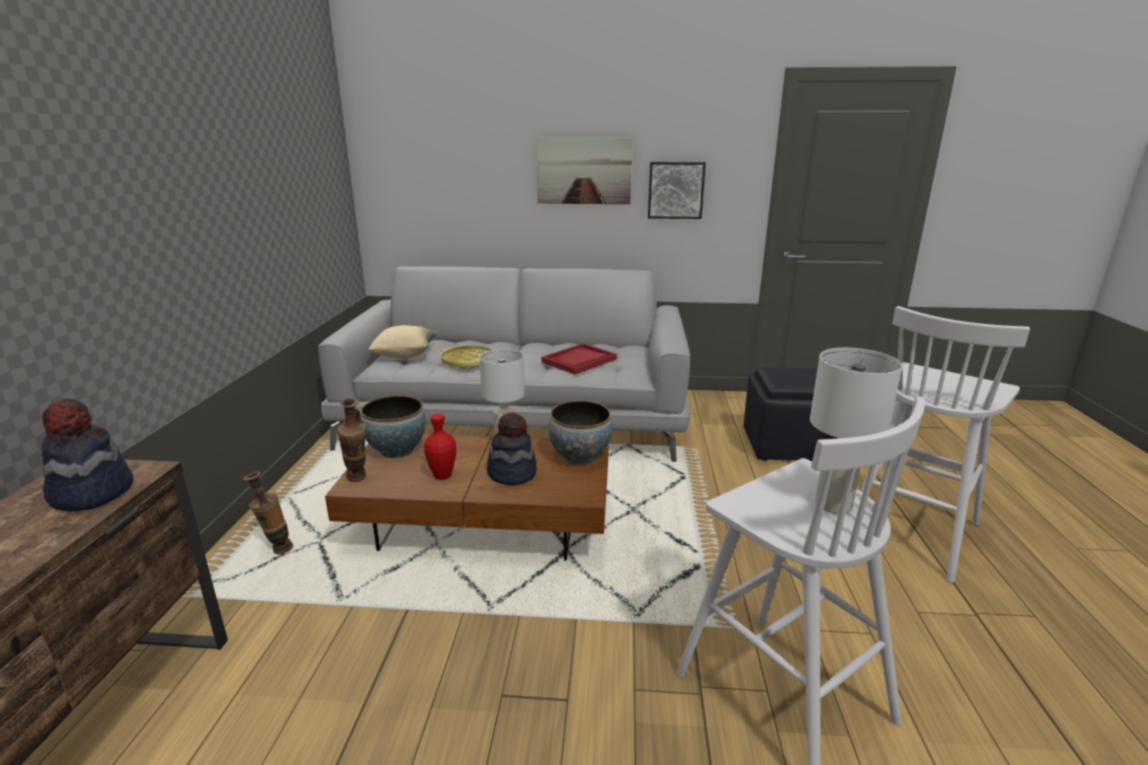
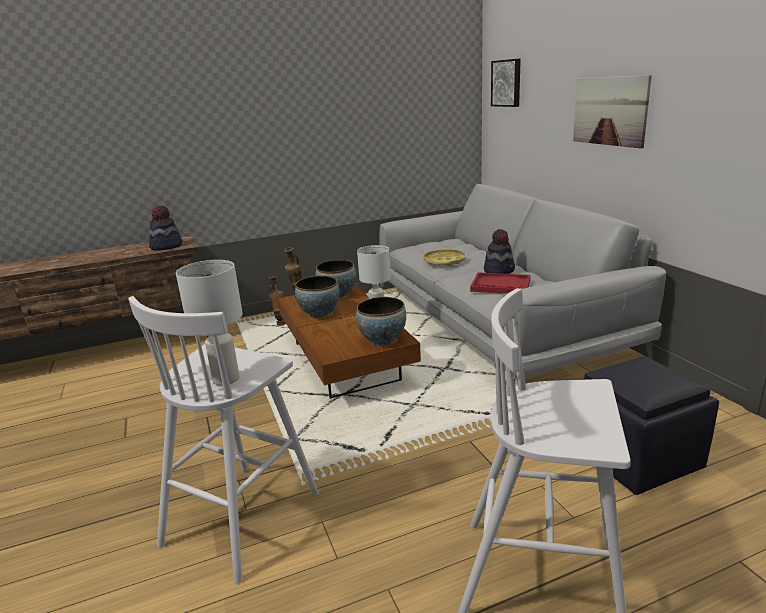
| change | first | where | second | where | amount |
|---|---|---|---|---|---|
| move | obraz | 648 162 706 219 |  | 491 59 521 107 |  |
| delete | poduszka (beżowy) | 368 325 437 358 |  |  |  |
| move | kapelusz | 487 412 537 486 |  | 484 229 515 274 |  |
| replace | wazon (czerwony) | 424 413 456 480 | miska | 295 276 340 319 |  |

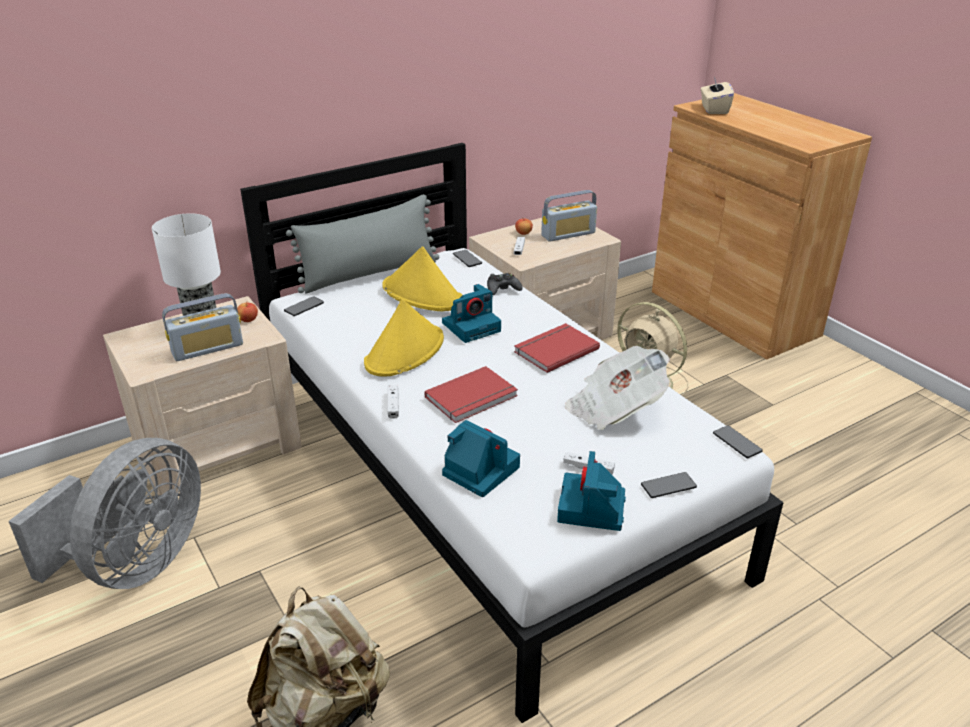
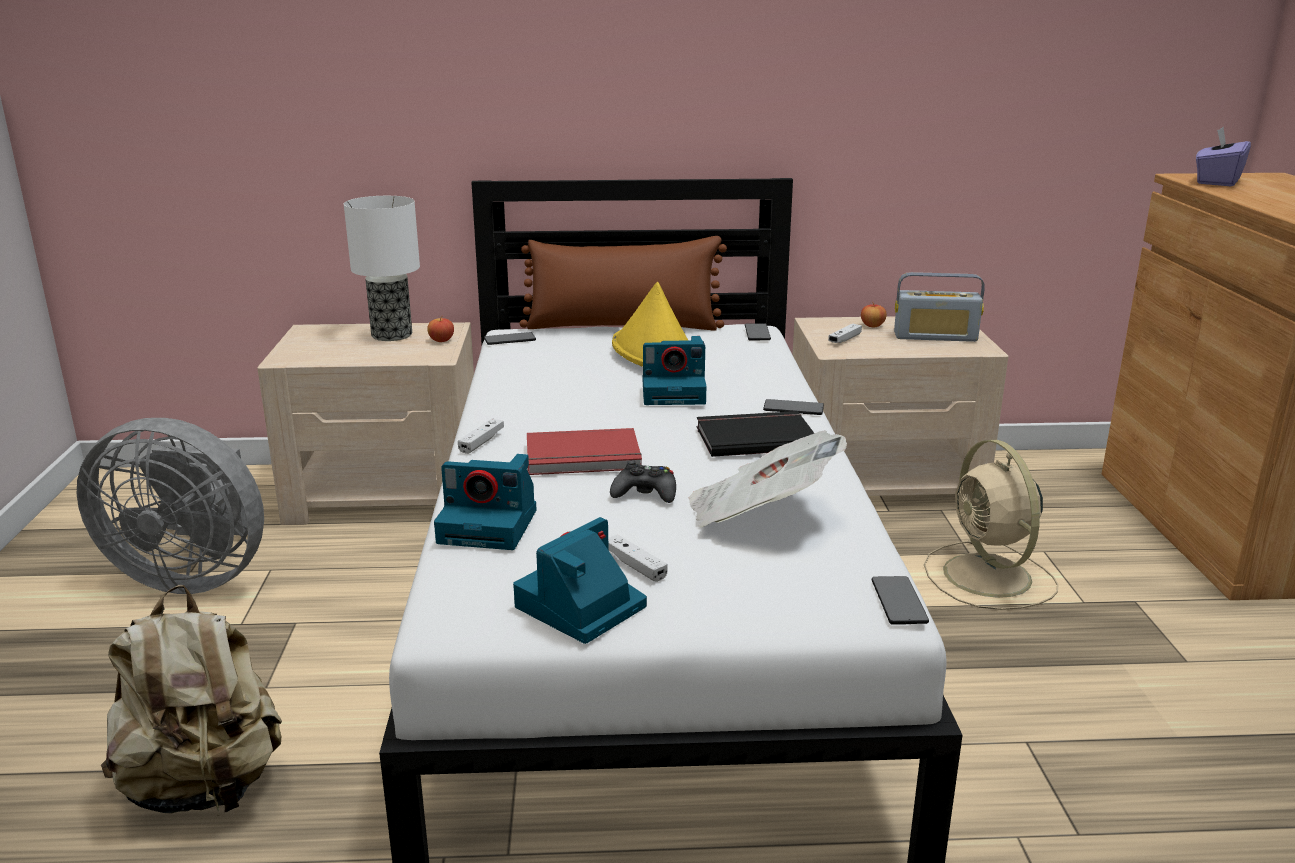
| change | first | where | second | where | amount |
|---|---|---|---|---|---|
| recolor | pudełko chusteczek (beżowy) | 701 77 734 114 | pudełko chusteczek (fioletowy) | 1196 127 1251 186 |  |
| recolor | poduszka (szary) | 286 194 439 293 | poduszka (brązowy) | 520 236 727 331 |  |
| move | pad do gier (czarny) | 487 273 522 295 |  | 610 460 676 503 |  |
| delete | radio | 162 293 243 361 |  |  |  |
| delete | kapelusz (żółty) | 364 299 444 376 |  |  |  |
| recolor | książka (czerwony) | 514 323 600 373 | książka (czarny) | 697 411 814 457 |  |
| rotate | aparat fotograficzny | 442 420 520 497 |  | 434 454 536 550 | 120 degrees clockwise |
| rotate | wentylator (szary) | 8 438 201 589 |  | 77 418 264 594 | 45 degrees clockwise |
| move | telefon | 641 472 697 498 |  | 763 399 824 415 |  |

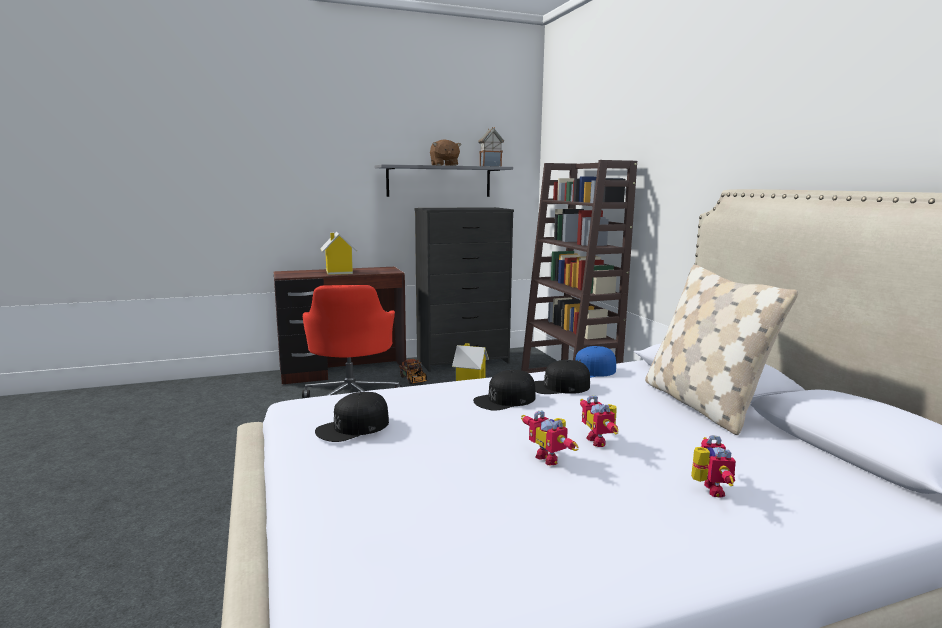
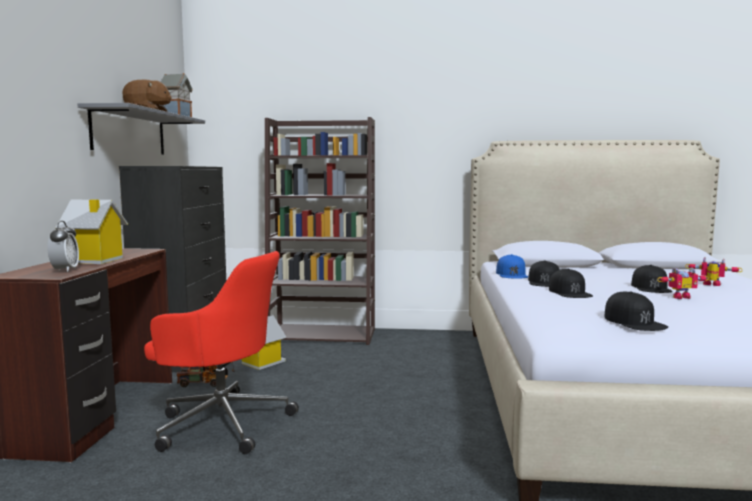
| change | first | where | second | where | amount |
|---|---|---|---|---|---|
| delete | poduszka (beżowy) | 645 265 798 435 |  |  |  |
| replace | robot zabawkowy | 580 395 618 447 | czapka z daszkiem (czarny) | 631 265 672 293 |  |
| insert |  |  | budzik | 47 221 79 272 |  |

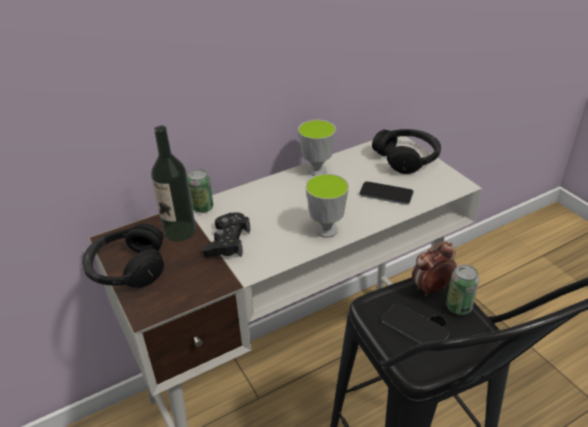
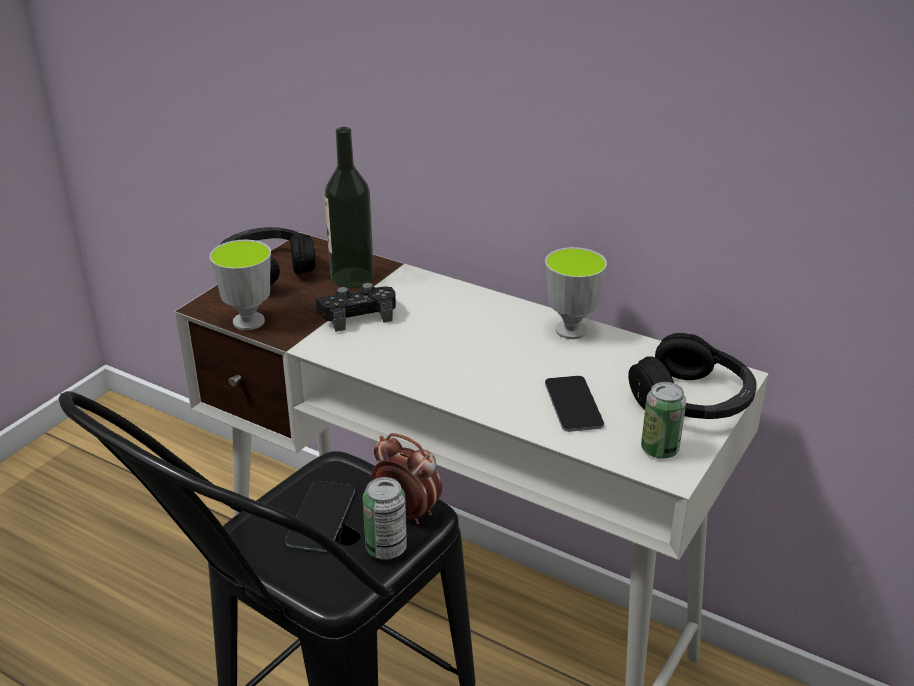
| change | first | where | second | where | amount |
|---|---|---|---|---|---|
| move | puszka | 188 169 214 213 |  | 641 382 686 459 |  |
| move | filiżanka | 305 173 349 238 |  | 209 240 271 330 |  |

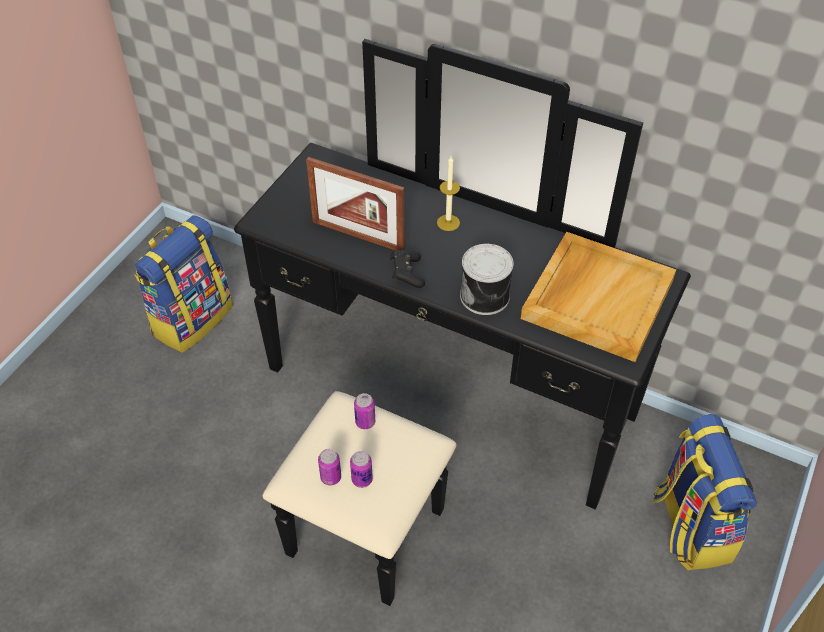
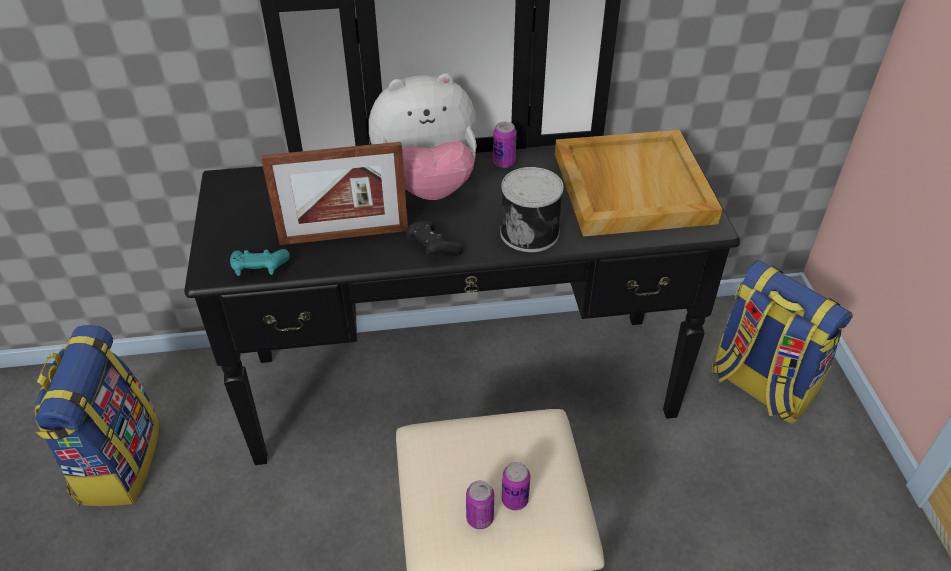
| change | first | where | second | where | amount |
|---|---|---|---|---|---|
| replace | świeca | 437 156 460 231 | pluszak | 369 73 477 200 |  |
| move | puszka | 354 393 375 429 |  | 493 122 517 168 |  |
| insert |  |  | pad do gier (turkusowy) | 230 249 290 276 |  |

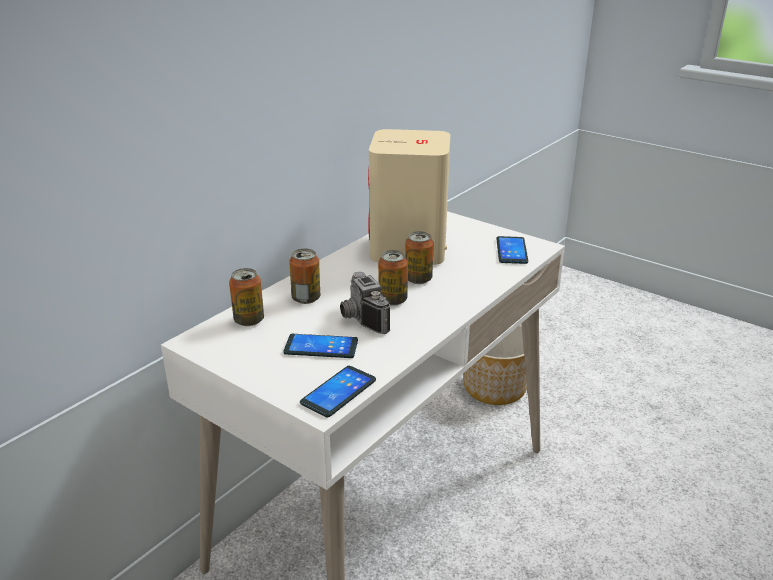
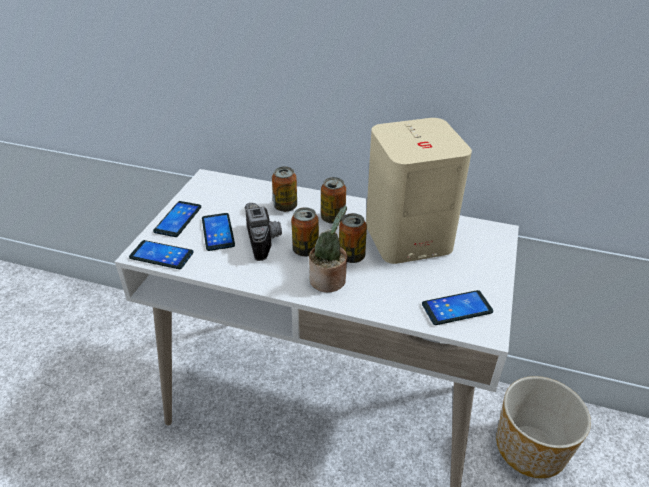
| change | first | where | second | where | amount |
|---|---|---|---|---|---|
| move | puszka | 229 268 264 326 |  | 321 177 346 224 |  |
| rotate | aparat fotograficzny | 340 272 390 334 |  | 245 203 282 261 | 120 degrees clockwise |
| insert |  |  | telefon | 153 201 201 237 |  |
| insert |  |  | roślina doniczkowa | 309 206 348 292 |  |

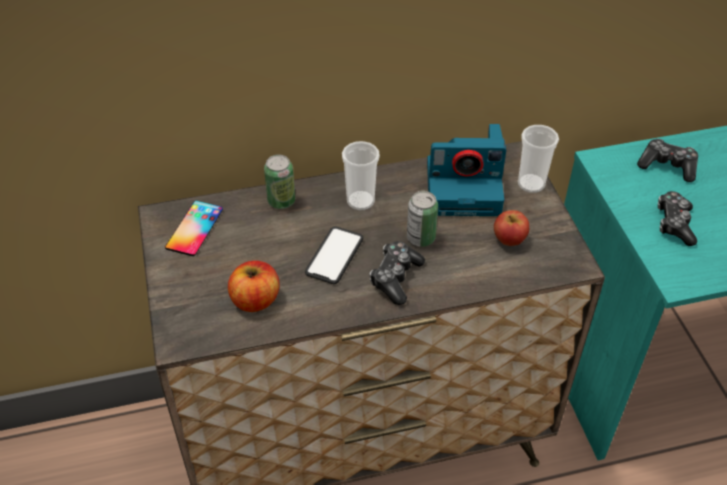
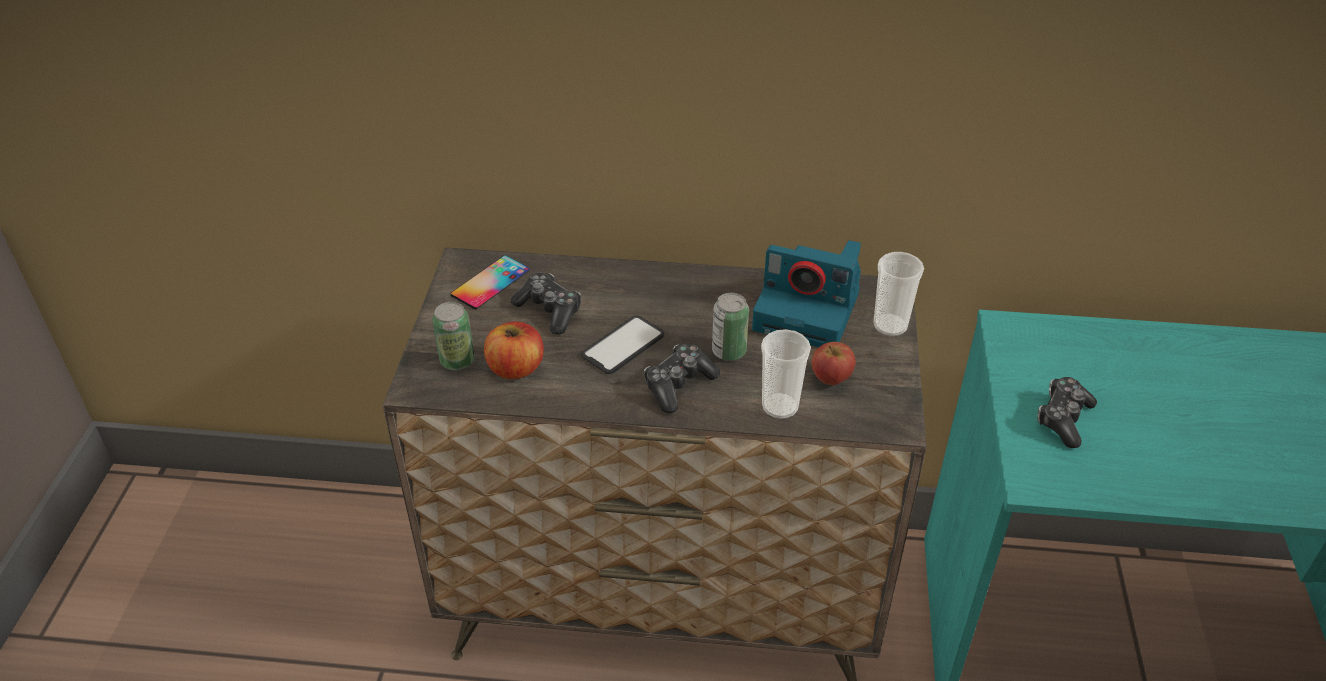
| change | first | where | second | where | amount |
|---|---|---|---|---|---|
| move | pad do gier | 637 138 698 182 |  | 511 273 581 334 |  |
| move | filiżanka | 342 141 380 210 |  | 761 329 811 419 |  |
| move | puszka | 264 154 295 209 |  | 432 302 475 370 |  |

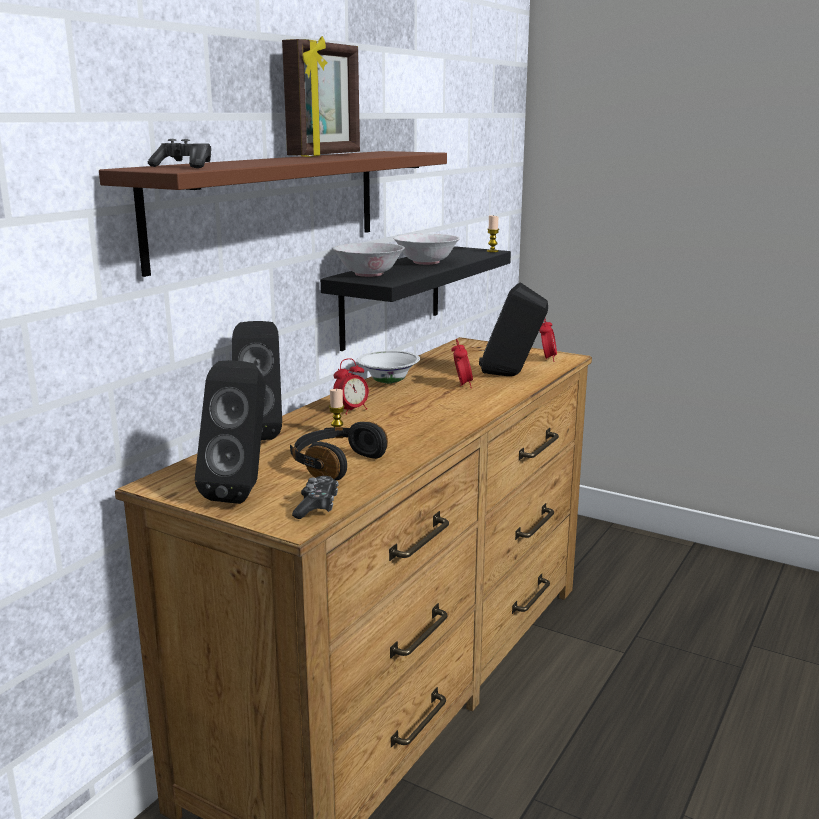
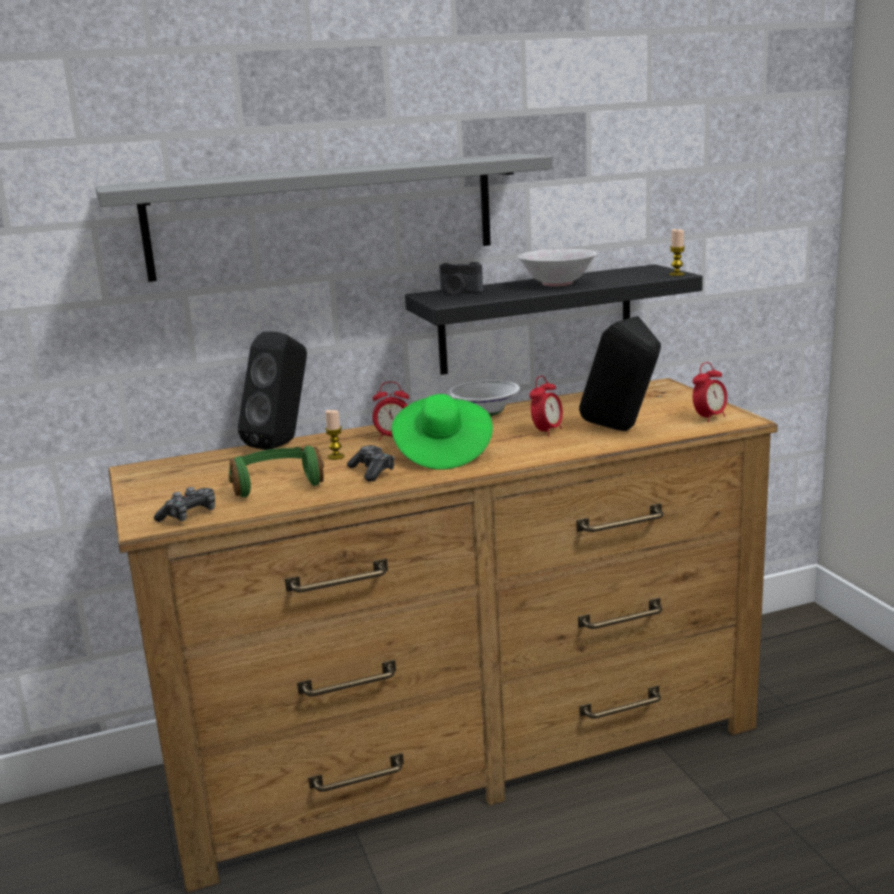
| change | first | where | second | where | amount |
|---|---|---|---|---|---|
| delete | ramka na zdjęcie | 282 36 360 157 |  |  |  |
| move | pad do gier | 148 139 211 168 |  | 347 445 395 481 |  |
| recolor | półka (brązowy) | 99 151 447 277 | półka (szary) | 95 153 553 282 |  |
| replace | miska (biały) | 333 243 405 277 | aparat fotograficzny | 439 262 483 295 |  |
| delete | głośnik (czarny) | 195 360 266 504 |  |  |  |
| recolor | słuchawki (czarny) | 290 422 388 480 | słuchawki (zielony) | 229 446 324 497 |  |
| insert |  |  | kapelusz (zielony) | 392 394 493 470 |  |

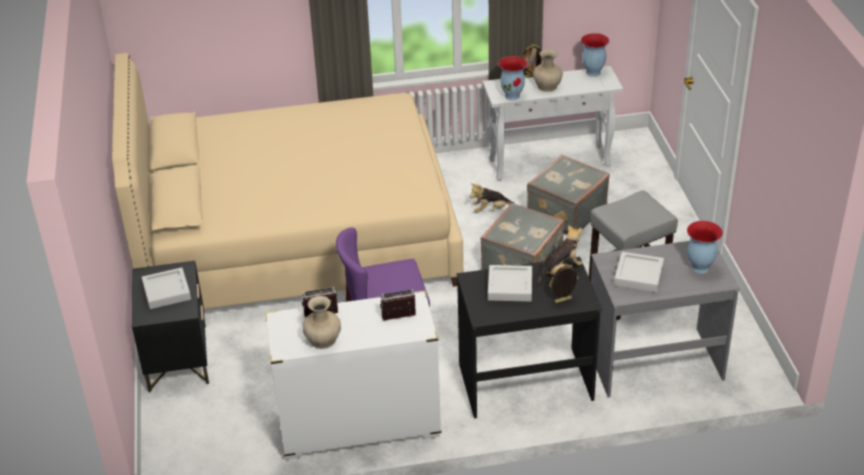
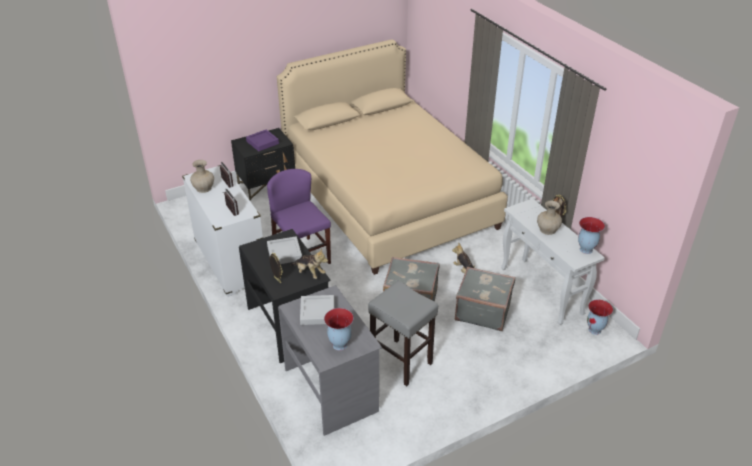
| change | first | where | second | where | amount |
|---|---|---|---|---|---|
| move | wazon | 498 56 528 100 |  | 587 300 613 335 |  |
| recolor | taca (szary) | 142 267 191 309 | taca (fioletowy) | 246 129 279 151 |  |

